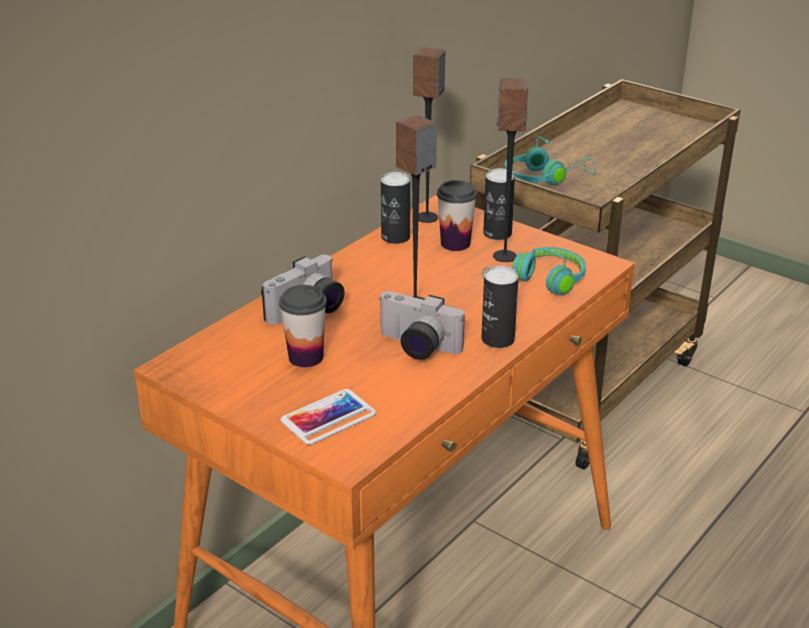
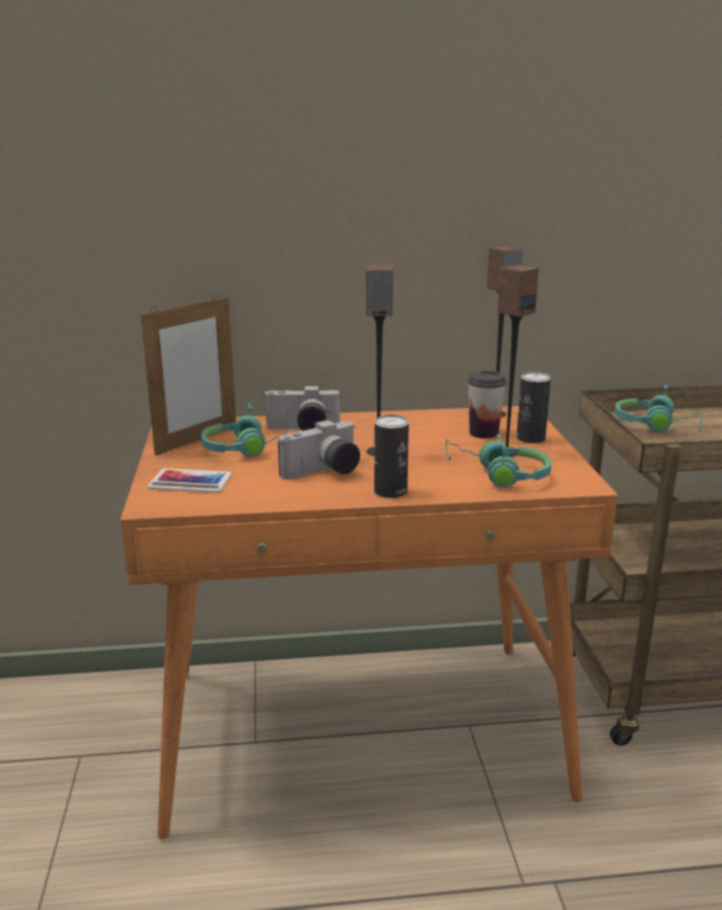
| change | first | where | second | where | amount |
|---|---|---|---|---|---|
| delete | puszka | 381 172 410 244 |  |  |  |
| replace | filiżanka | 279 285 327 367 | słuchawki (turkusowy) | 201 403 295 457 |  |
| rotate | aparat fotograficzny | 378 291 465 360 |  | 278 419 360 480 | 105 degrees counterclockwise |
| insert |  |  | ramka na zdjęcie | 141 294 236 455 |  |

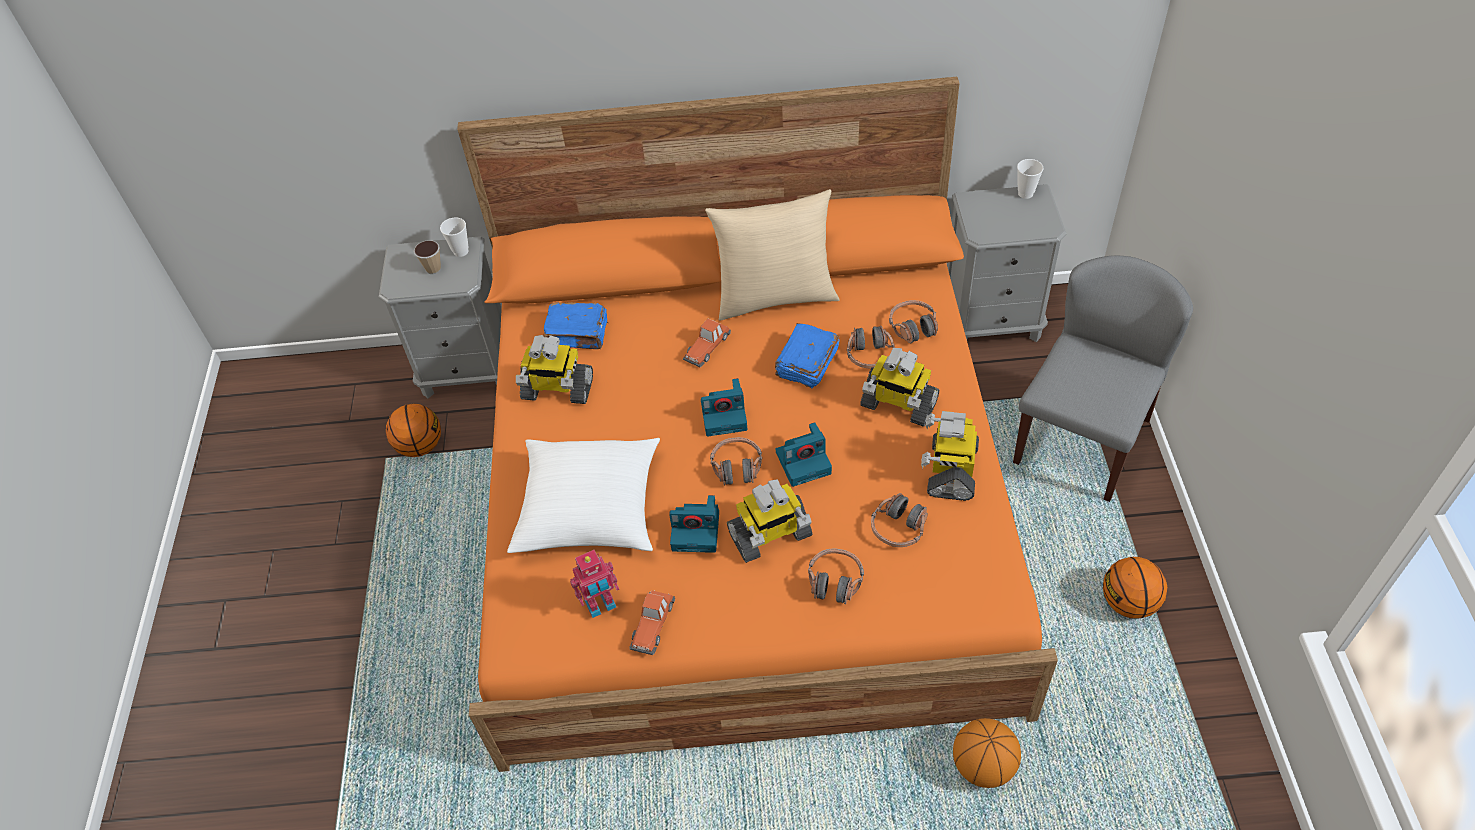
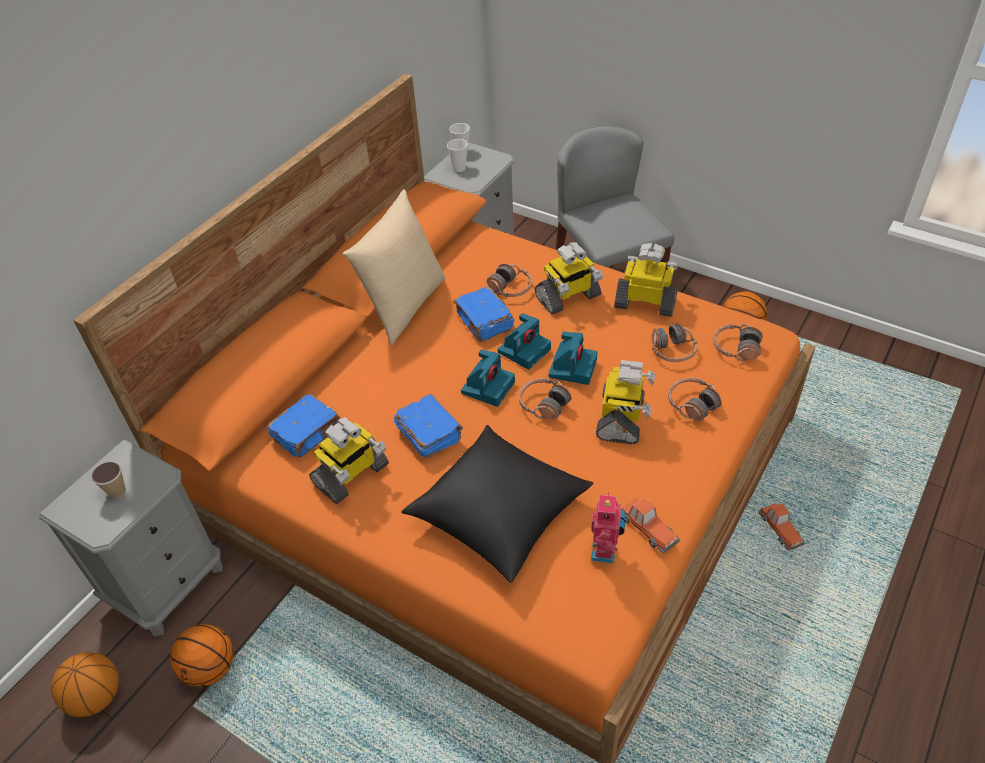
| change | first | where | second | where | amount |
|---|---|---|---|---|---|
| move | filiżanka | 440 217 468 257 |  | 447 139 468 172 |  |
| move | słuchawki | 889 300 938 343 |  | 713 324 763 361 |  |
| move | samochodzik | 683 319 731 367 |  | 759 503 805 551 |  |
| rotate | robot zabawkowy | 921 411 979 501 |  | 614 243 678 317 | 150 degrees clockwise |
| recolor | poduszka (biały) | 507 438 660 553 | poduszka (czarny) | 401 425 593 583 |  |
| move | aparat fotograficzny | 669 495 719 553 |  | 498 313 551 370 |  |
| move | piłka do koszykówki | 953 718 1021 788 |  | 51 652 119 717 |  |
| insert |  |  | książka (niebieski) | 394 394 463 458 |  |

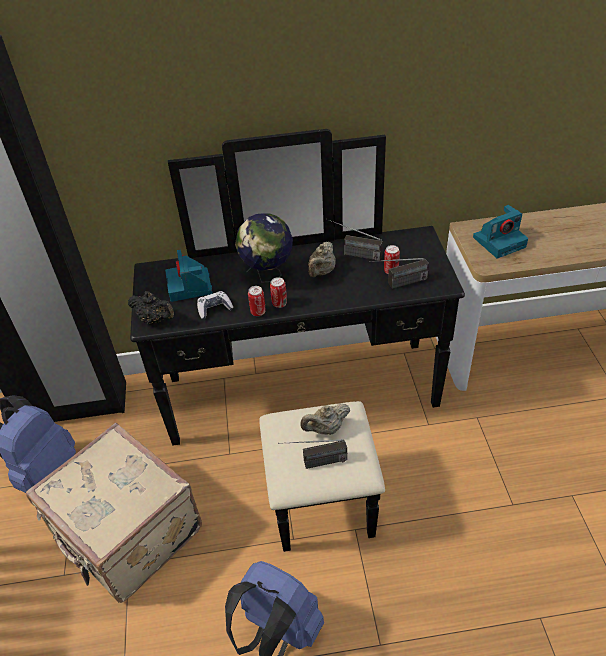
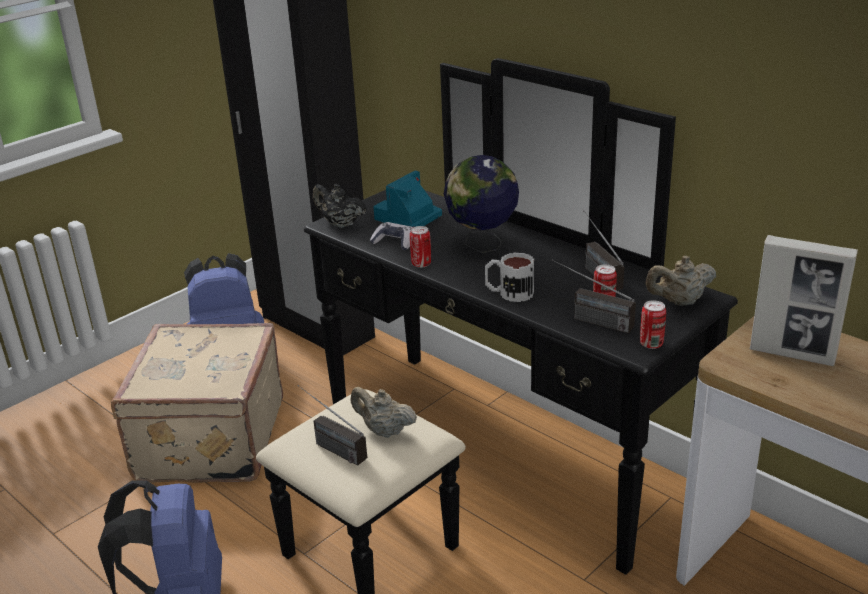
| change | first | where | second | where | amount |
|---|---|---|---|---|---|
| replace | aparat fotograficzny | 473 205 528 258 | ramka na zdjęcie | 749 235 858 366 |  |
| move | imbryk (beżowy) | 308 242 336 277 |  | 646 256 716 305 |  |
| move | puszka | 270 277 287 308 |  | 640 300 666 349 |  |
| rotate | imbryk (czarny) | 128 291 174 324 |  | 313 184 367 228 | 135 degrees clockwise |
| insert |  |  | kubek | 485 253 534 302 |  |

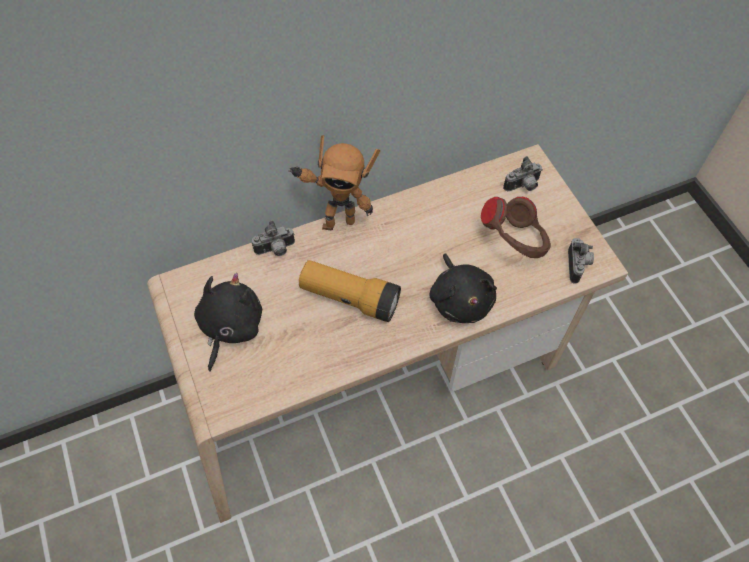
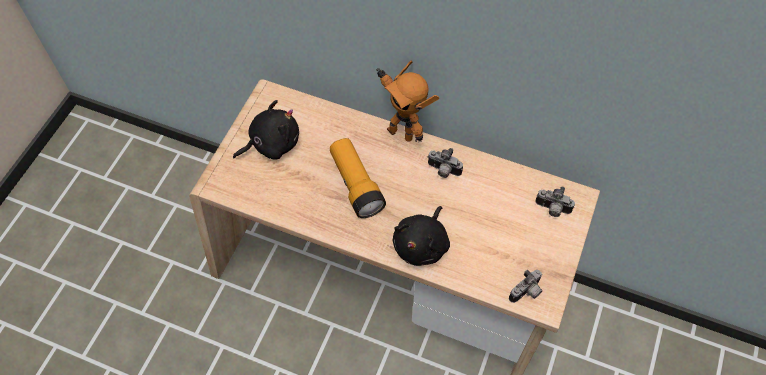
| change | first | where | second | where | amount |
|---|---|---|---|---|---|
| delete | słuchawki (brązowy) | 481 197 551 258 |  |  |  |
| move | aparat fotograficzny | 251 221 295 256 |  | 428 148 463 178 |  |

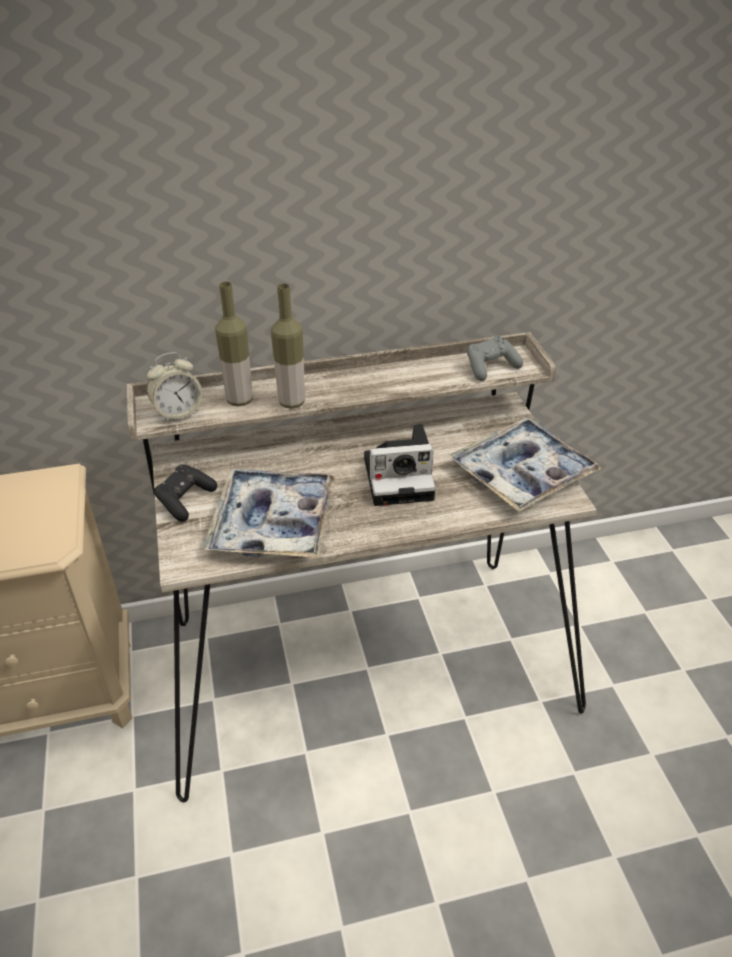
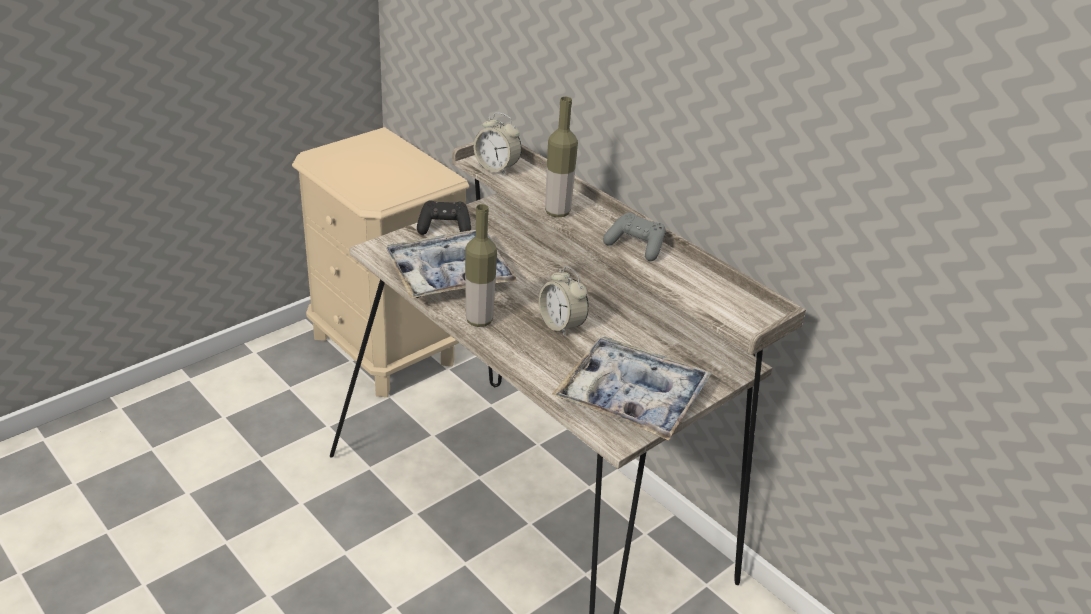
| change | first | where | second | where | amount |
|---|---|---|---|---|---|
| move | butelka | 215 281 253 406 |  | 465 204 497 327 |  |
| move | pad do gier (szary) | 467 336 523 381 |  | 603 212 666 261 |  |
| replace | aparat fotograficzny | 364 424 436 506 | budzik | 539 266 589 337 |  |

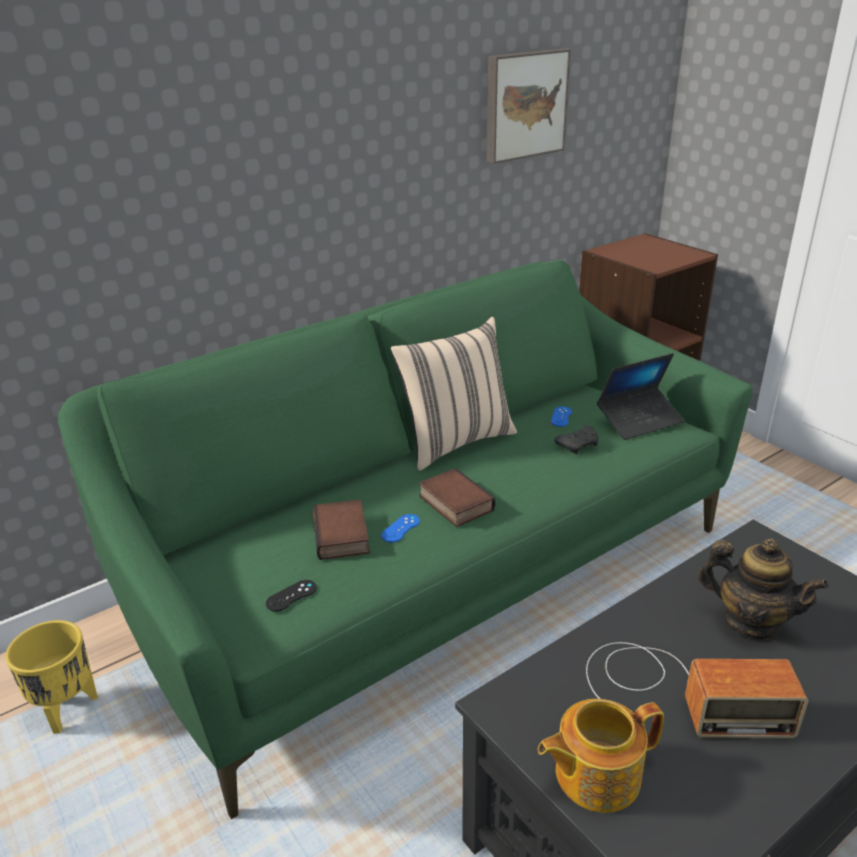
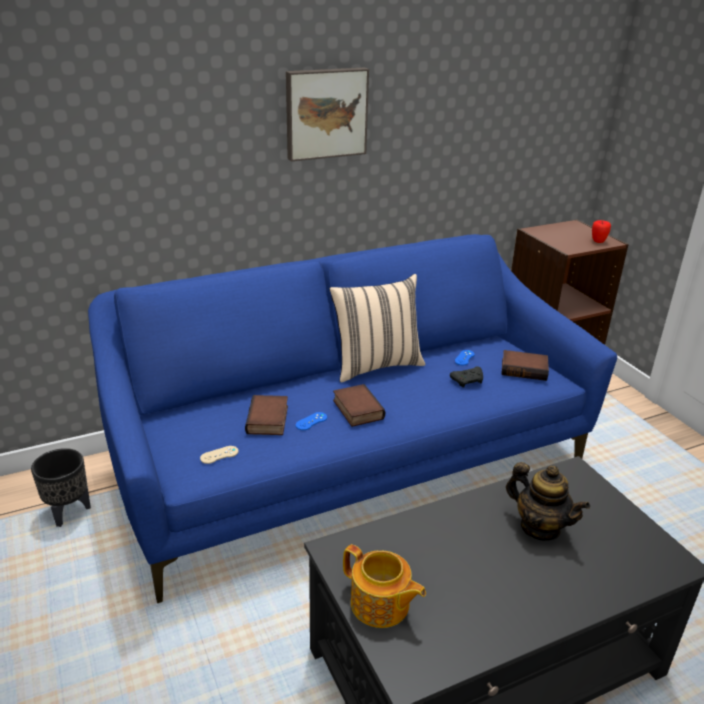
| change | first | where | second | where | amount |
|---|---|---|---|---|---|
| move | obraz | 487 49 571 164 |  | 286 67 369 161 |  |
| recolor | kanapa (zielony) | 58 260 753 819 | kanapa (niebieski) | 88 234 617 603 |  |
| replace | laptop | 597 353 684 440 | książka | 501 350 549 381 |  |
| recolor | pad do gier (czarny) | 266 580 317 611 | pad do gier (beżowy) | 200 446 238 464 |  |
| recolor | donica (żółty) | 6 620 98 734 | donica (czarny) | 31 448 91 527 |  |
| delete | radio | 586 642 809 738 |  |  |  |
| rotate | imbryk | 538 699 664 813 |  | 343 544 426 628 | 135 degrees counterclockwise |
| insert |  |  | jabłko | 592 220 611 243 |  |

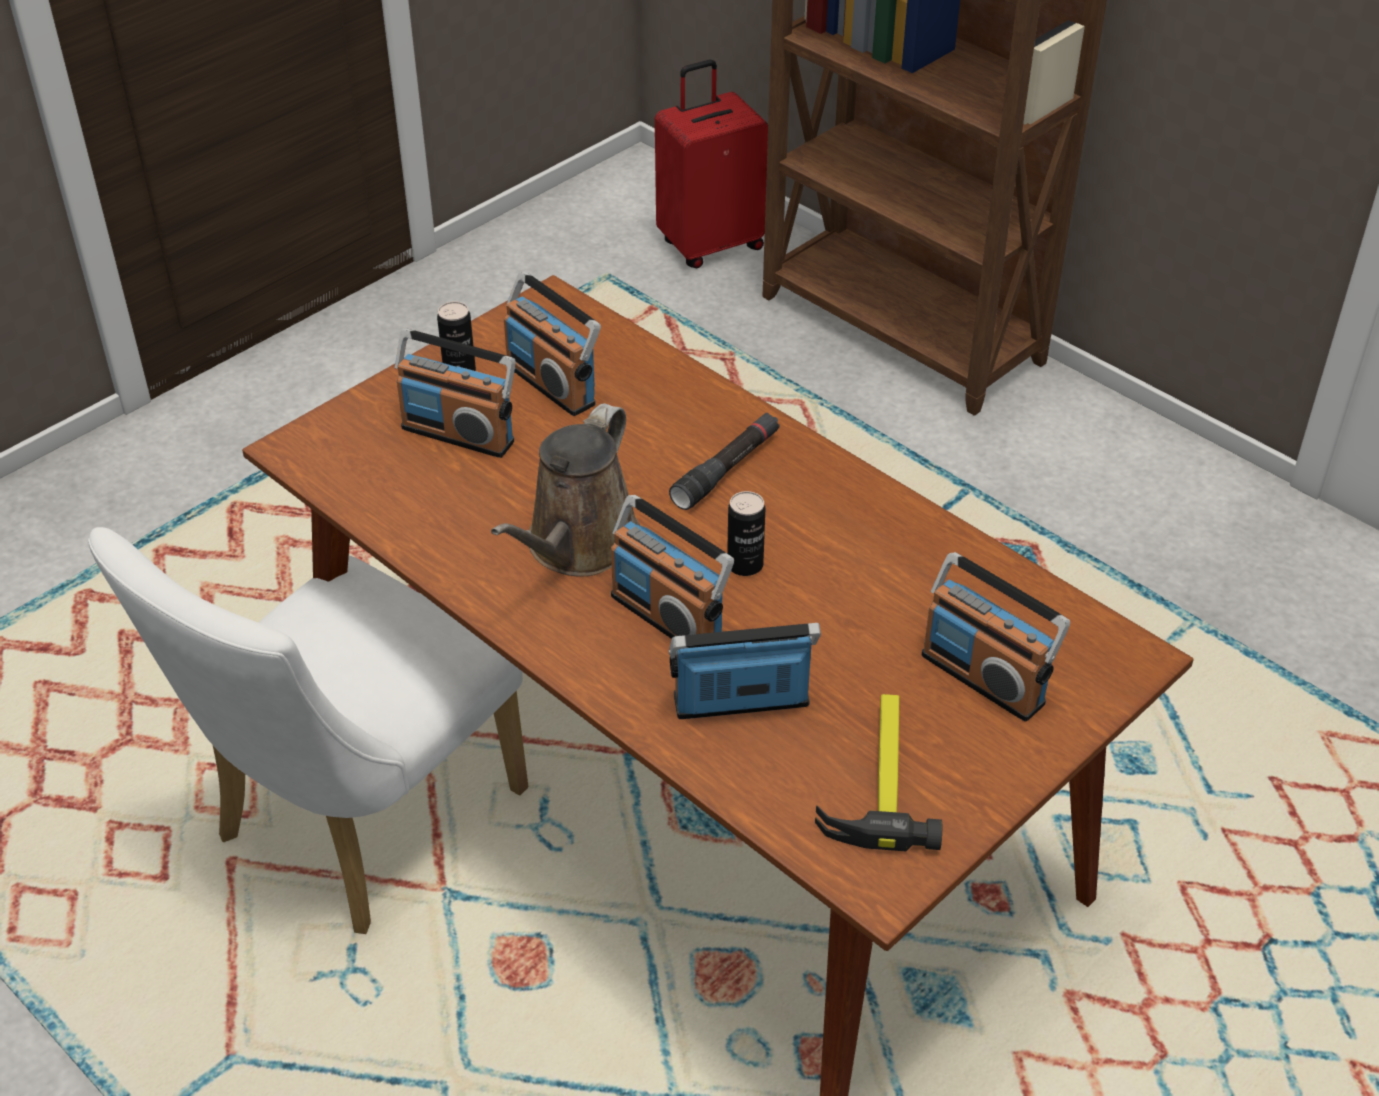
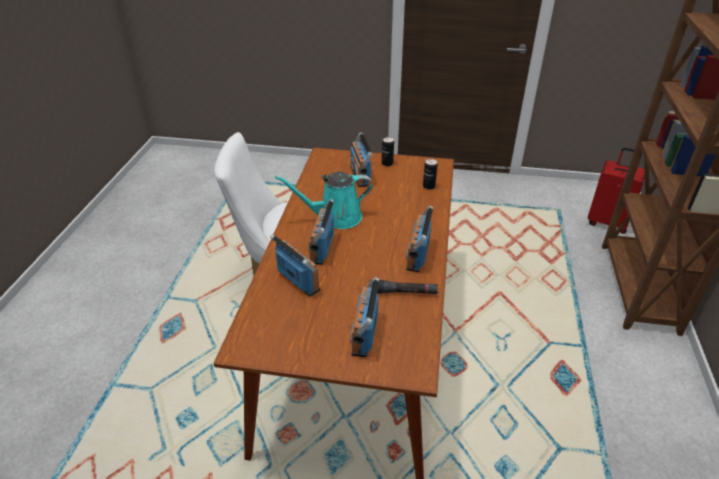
| change | first | where | second | where | amount |
|---|---|---|---|---|---|
| move | radio | 504 272 601 416 |  | 406 206 433 272 |  |
| recolor | konewka (brązowy) | 491 403 640 576 | konewka (turkusowy) | 275 172 373 229 |  |
| move | latarka (czarny) | 669 413 780 510 |  | 369 280 438 294 |  |
| move | puszka | 727 491 765 576 |  | 423 159 438 190 |  |
| delete | młotek | 815 694 942 851 |  |  |  |

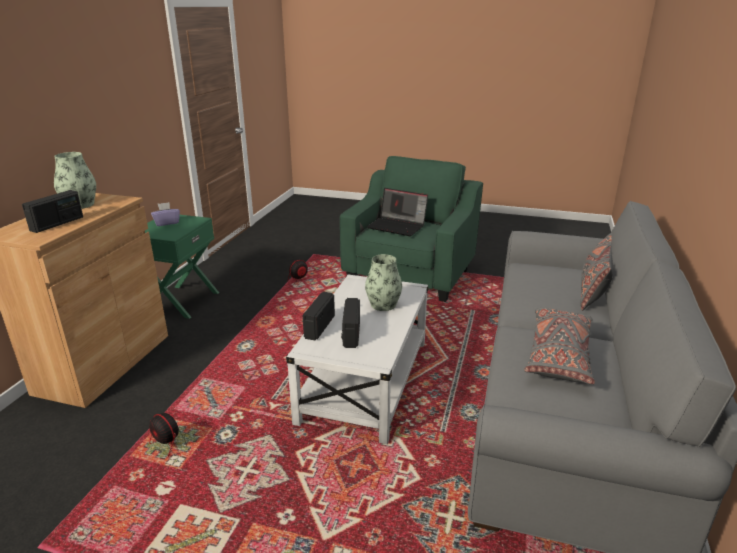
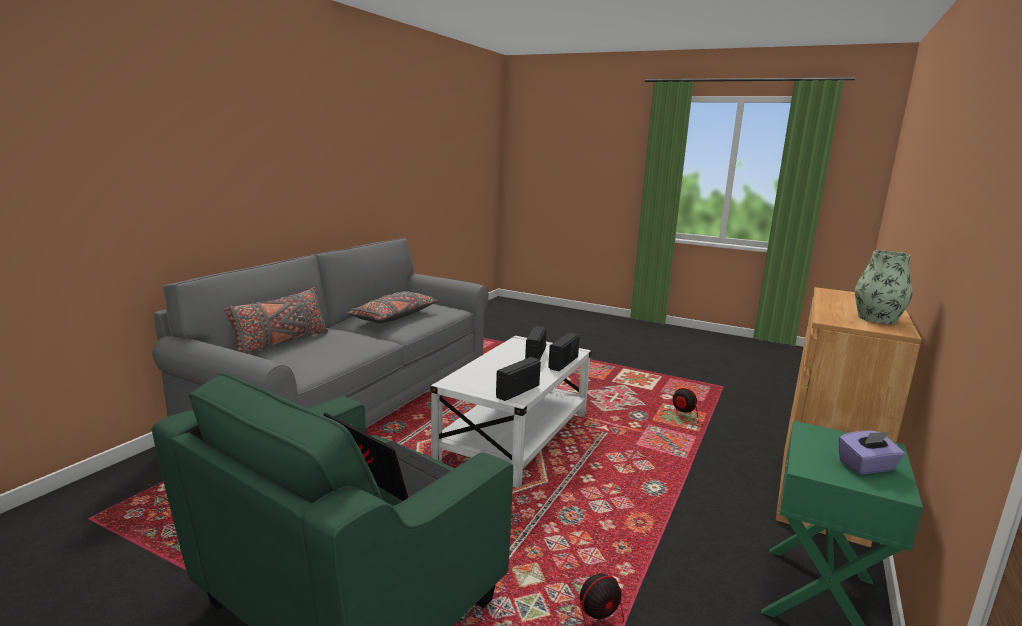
| change | first | where | second | where | amount |
|---|---|---|---|---|---|
| move | radio | 22 190 83 233 |  | 496 357 541 401 |  |
| delete | wazon | 365 254 402 311 |  |  |  |

